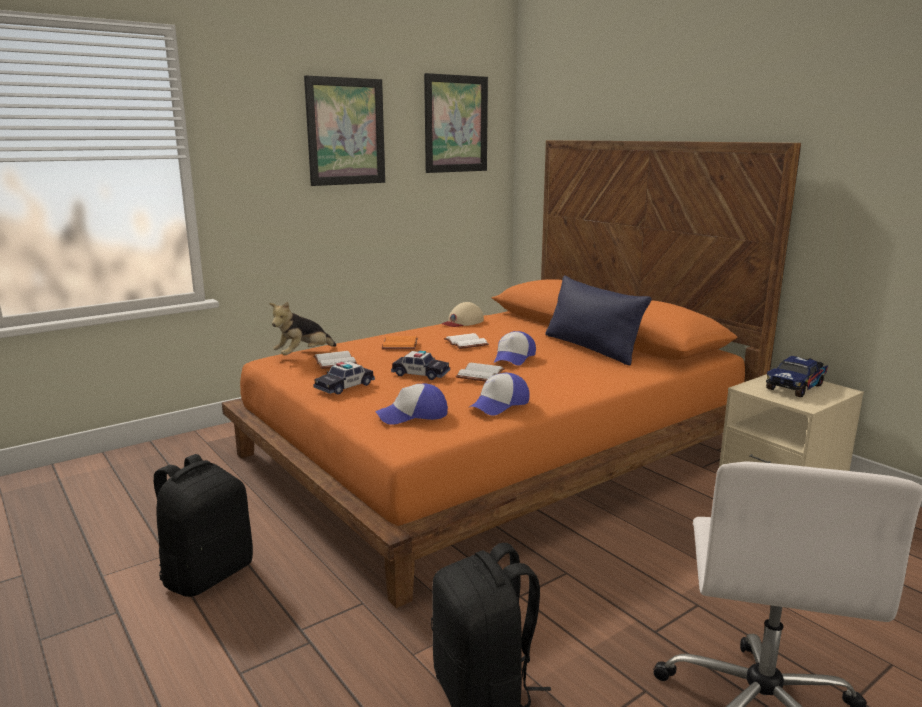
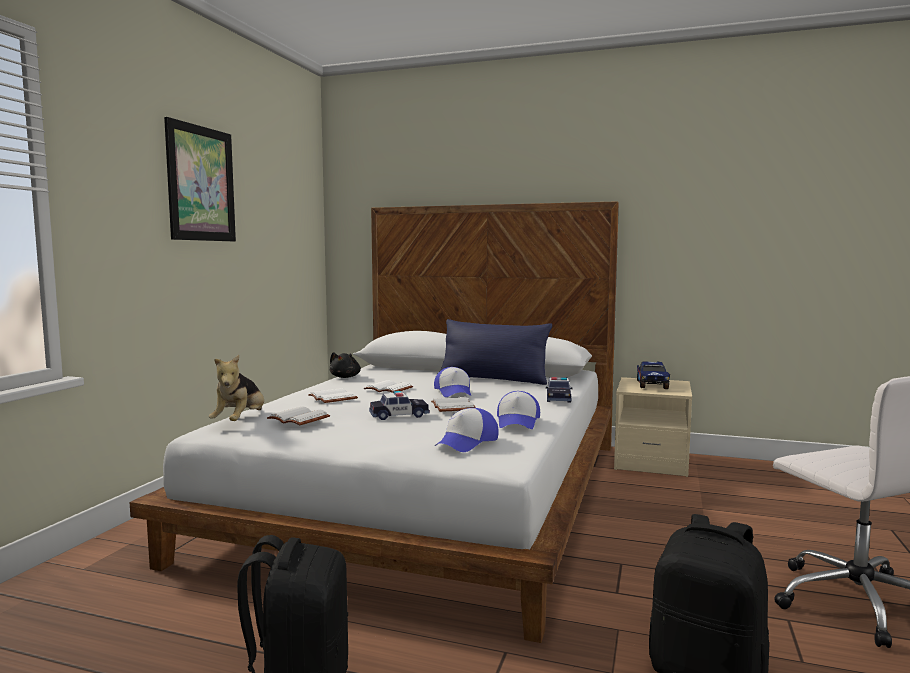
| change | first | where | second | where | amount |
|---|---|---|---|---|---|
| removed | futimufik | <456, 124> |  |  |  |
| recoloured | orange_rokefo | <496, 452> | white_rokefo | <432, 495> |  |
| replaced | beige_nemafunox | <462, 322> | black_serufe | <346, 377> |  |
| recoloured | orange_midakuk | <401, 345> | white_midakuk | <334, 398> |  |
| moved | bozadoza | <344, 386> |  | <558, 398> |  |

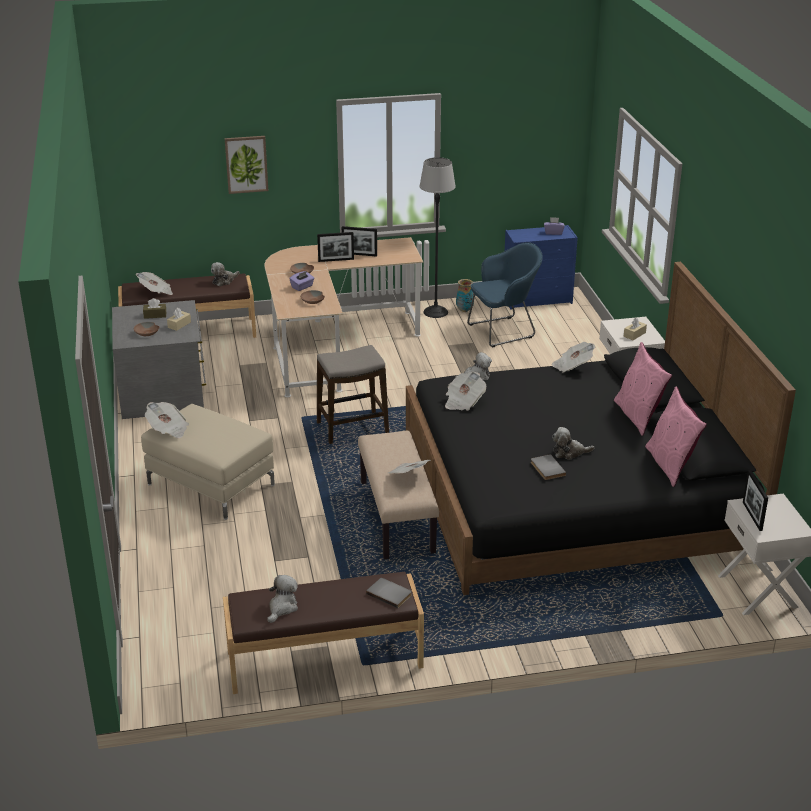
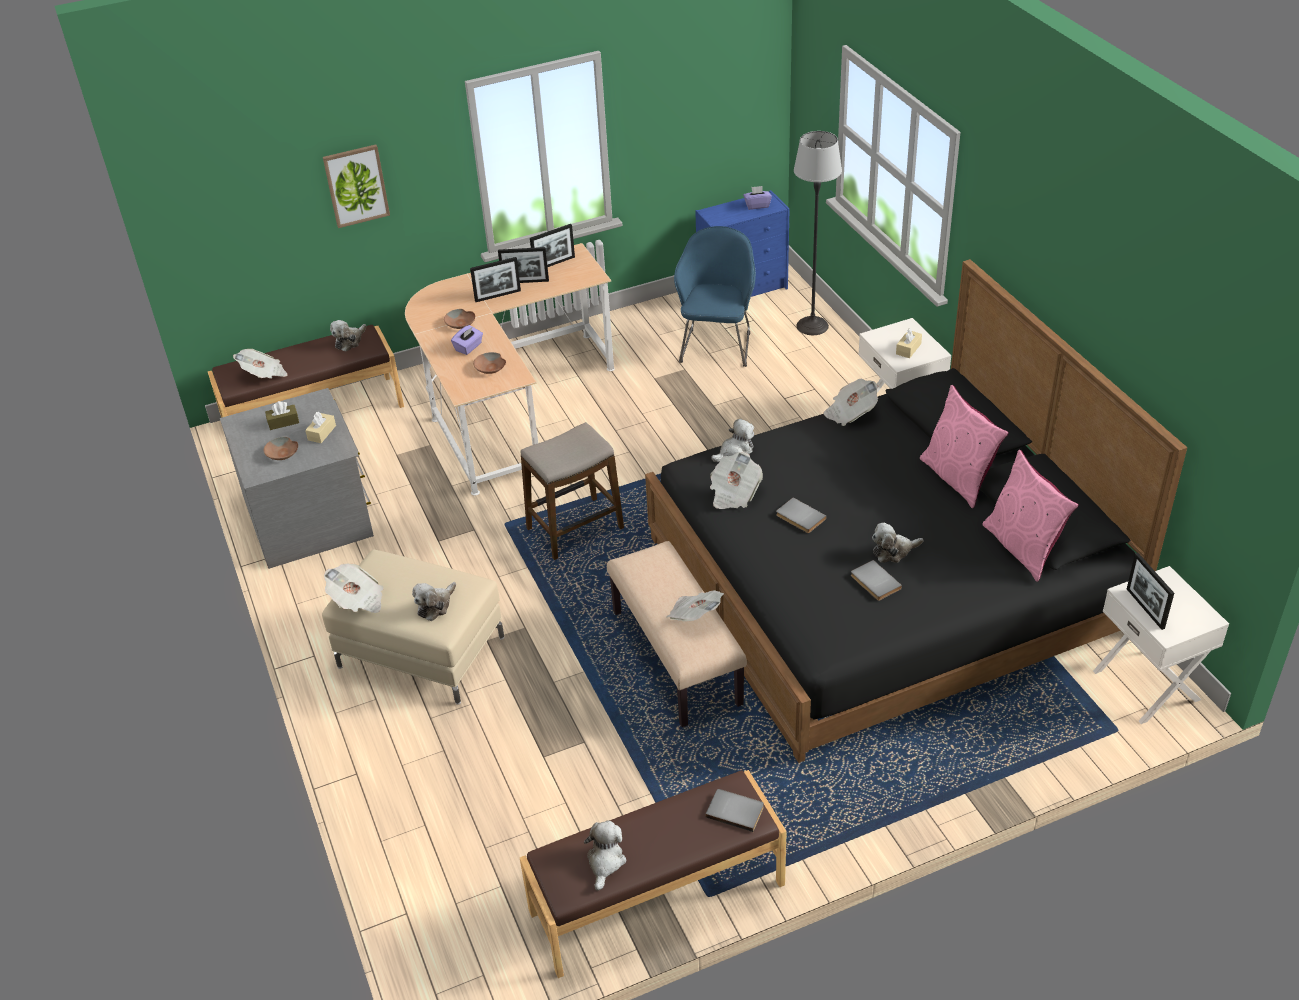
| change | first | where | second | where | amount |
|---|---|---|---|---|---|
| moved | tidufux | <435, 312> |  | <812, 326> |  |
| turned | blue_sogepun | <504, 331> |  | <717, 344> | 45 degrees counterclockwise |
| removed | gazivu | <464, 310> |  |  |  |
| added |  |  | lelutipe | <554, 264> |  |
| added |  |  | grey_midakuk | <799, 518> |  |
| added |  |  | serufe | <435, 606> |  |

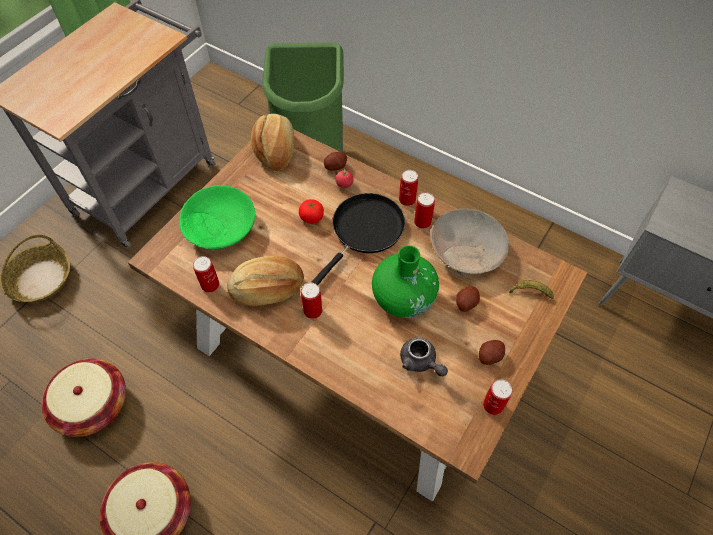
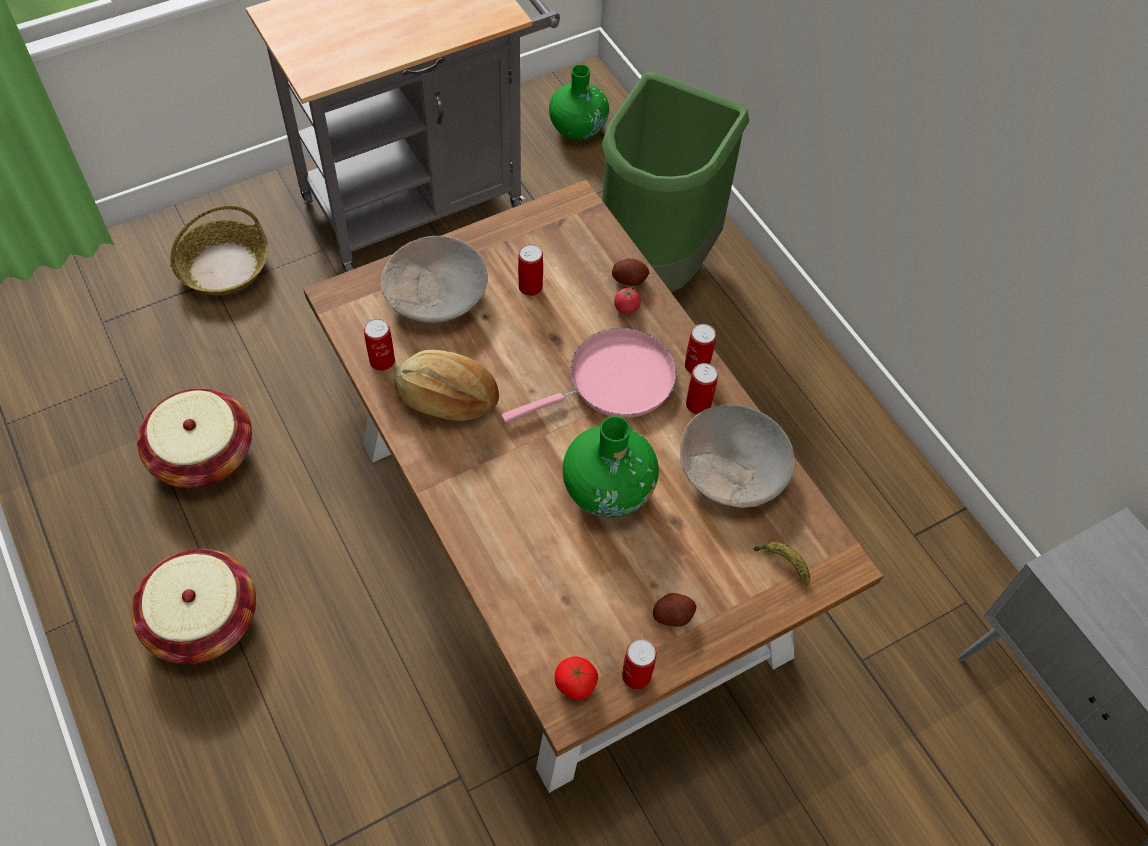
| change | first | where | second | where | amount |
|---|---|---|---|---|---|
| removed | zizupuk | <276, 150> |  |  |  |
| recoloured | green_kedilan | <221, 227> | beige_kedilan | <437, 295> |  |
| recoloured | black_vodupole | <365, 231> | pink_vodupole | <614, 381> |  |
| moved | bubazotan | <311, 217> |  | <575, 684> |  |
| moved | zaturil | <312, 310> |  | <530, 287> |  |
| removed | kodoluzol | <466, 303> |  |  |  |
| removed | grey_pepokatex | <420, 362> |  |  |  |
| added |  |  | green_gazivu | <577, 129> |  |

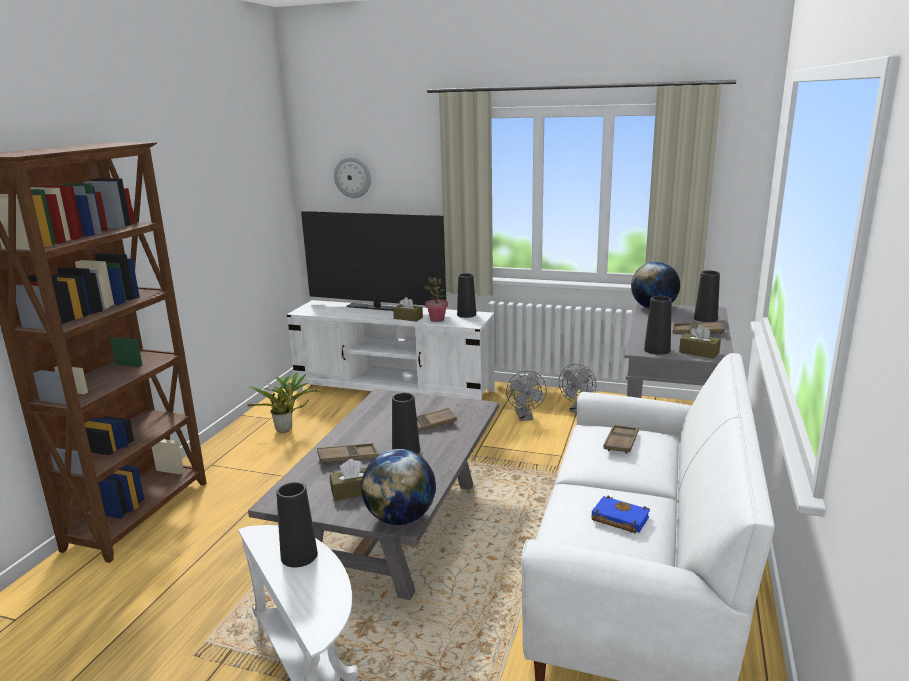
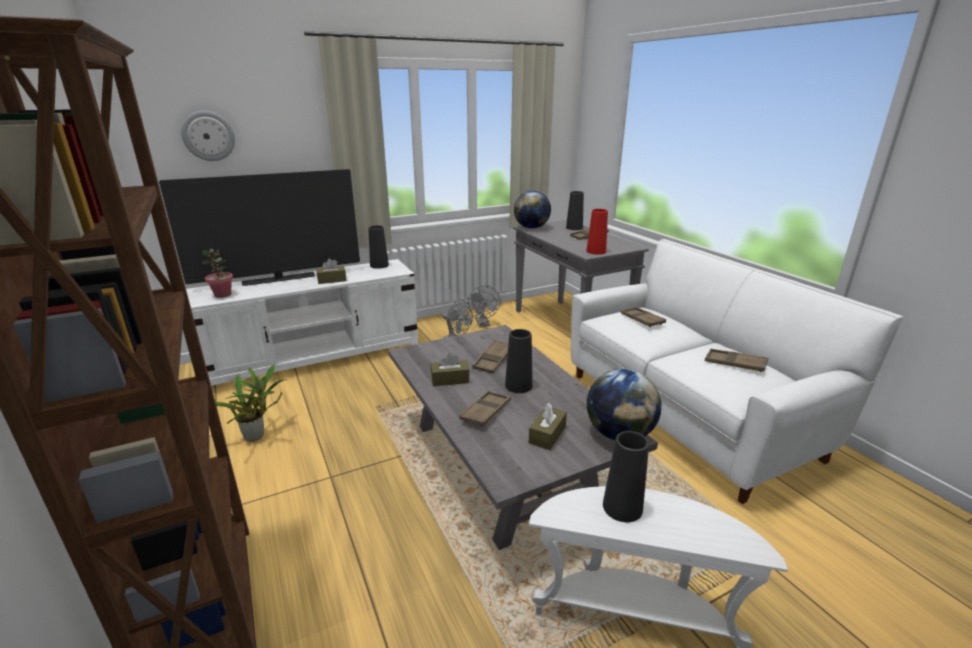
| change | first | where | second | where | amount |
|---|---|---|---|---|---|
| moved | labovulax | <437, 319> |  | <223, 295> |  |
| recoloured | black_gazivu | <657, 350> | red_gazivu | <596, 251> |  |
| moved | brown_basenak | <699, 352> |  | <450, 380> |  |
| replaced | blue_midakuk | <618, 519> | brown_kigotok | <735, 364> |  |

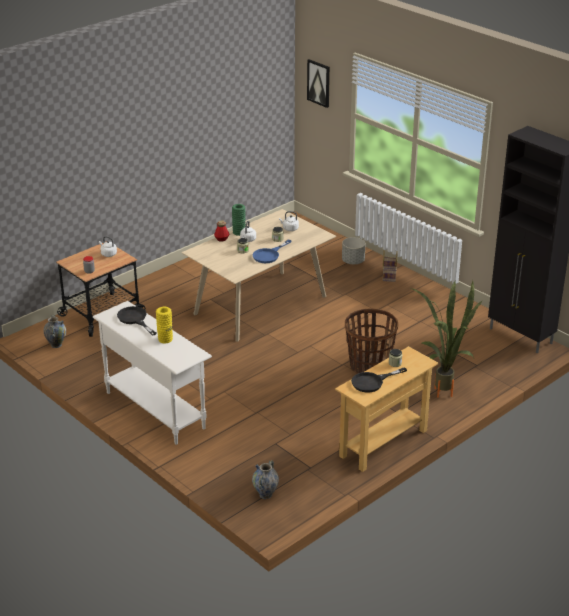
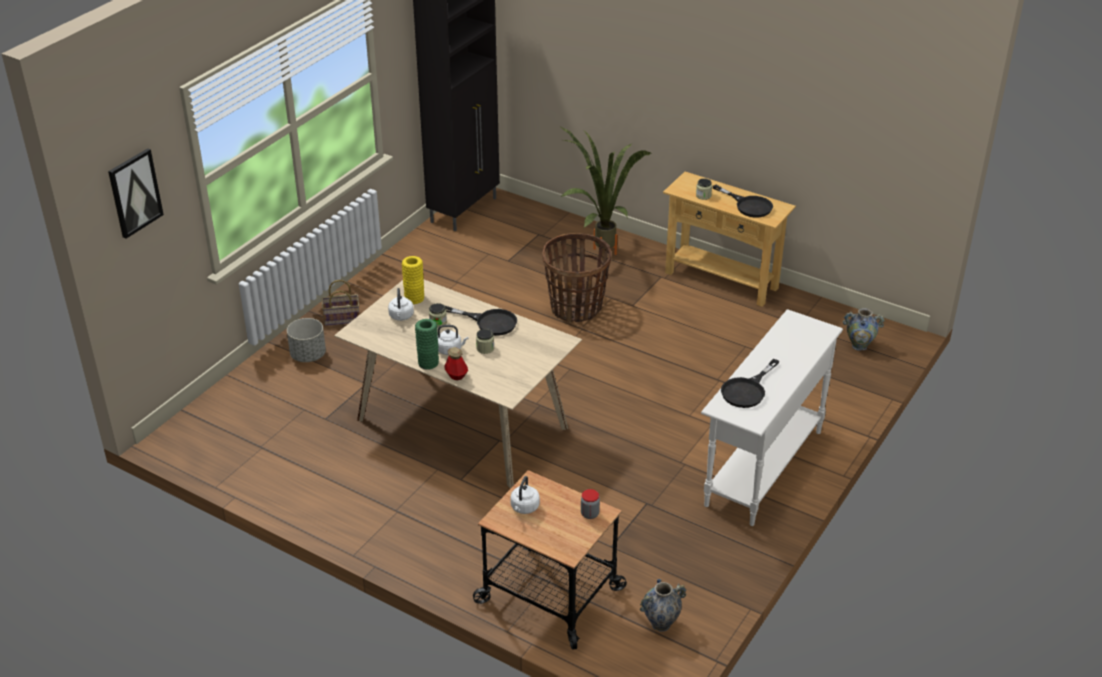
| change | first | where | second | where | amount |
|---|---|---|---|---|---|
| recoloured | blue_vodupole | <269, 255> | black_vodupole | <489, 322> |  |
| moved | yellow_gazivu | <165, 339> |  | <414, 298> |  |

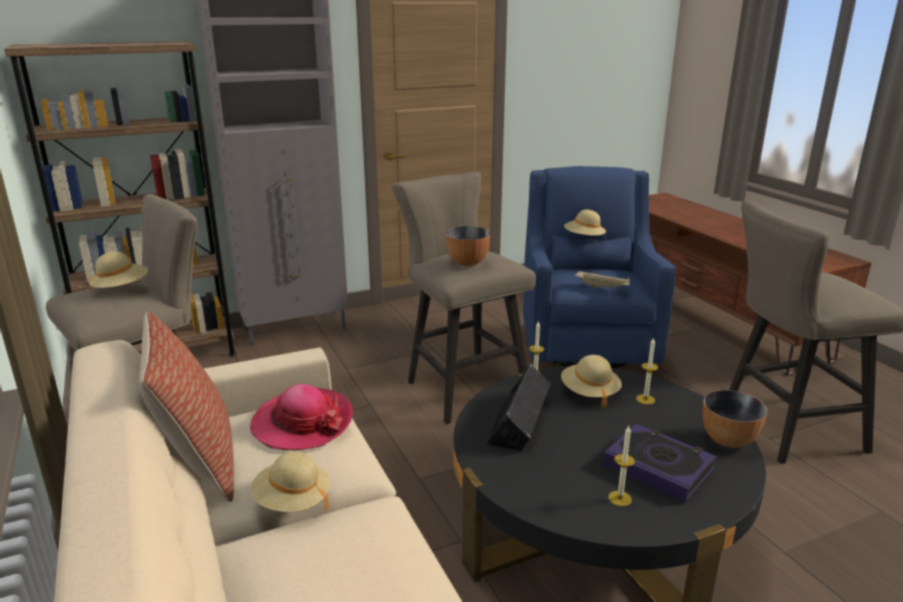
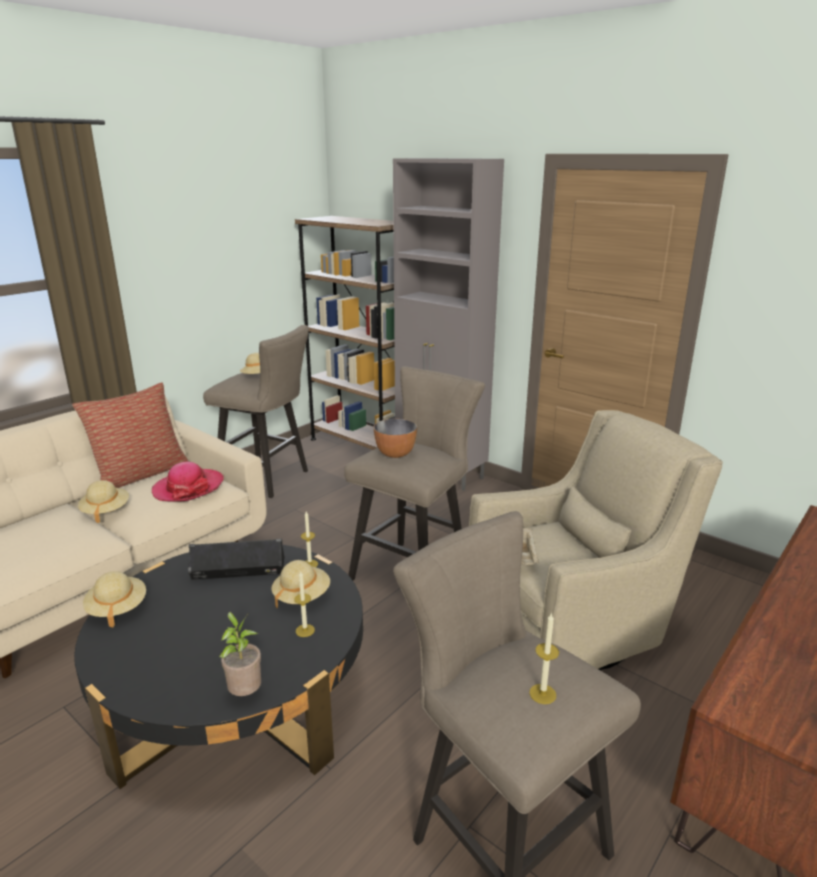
| change | first | where | second | where | amount |
|---|---|---|---|---|---|
| recoloured | blue_sogepun | <585, 343> | beige_sogepun | <574, 627> |  |
| moved | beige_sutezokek | <584, 238> |  | <117, 608> |  |
| replaced | kedilan | <728, 440> | labovulax | <245, 693> |  |
| removed | midakuk | <658, 467> |  |  |  |
| moved | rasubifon | <619, 498> |  | <542, 694> |  |

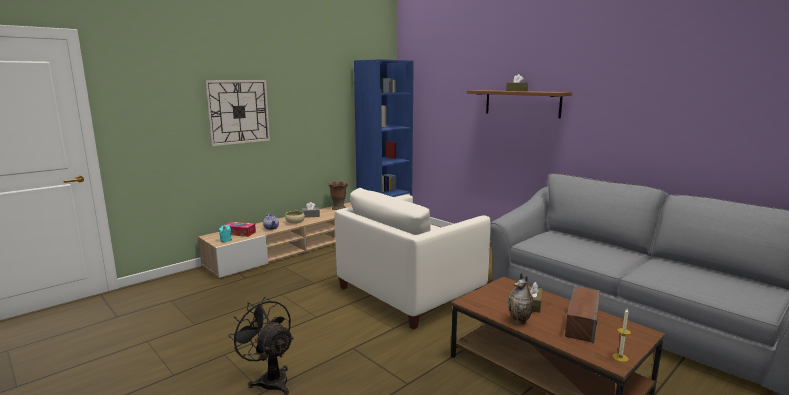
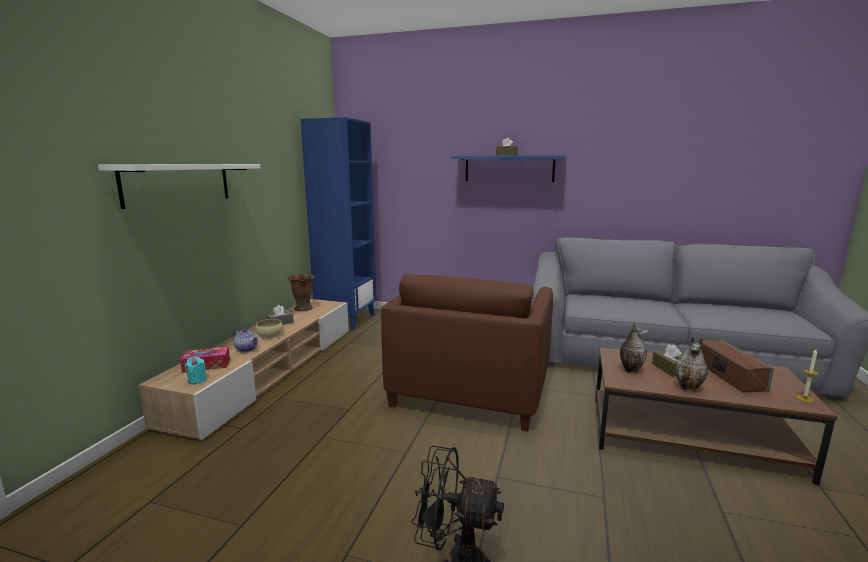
| change | first | where | second | where | amount |
|---|---|---|---|---|---|
| replaced | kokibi | <238, 112> | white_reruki | <178, 183> |  |
| recoloured | brown_reruki | <522, 103> | blue_reruki | <509, 168> |  |
| recoloured | white_sogepun | <410, 292> | brown_sogepun | <471, 390> |  |
| added |  |  | gazivu | <630, 370> |  |

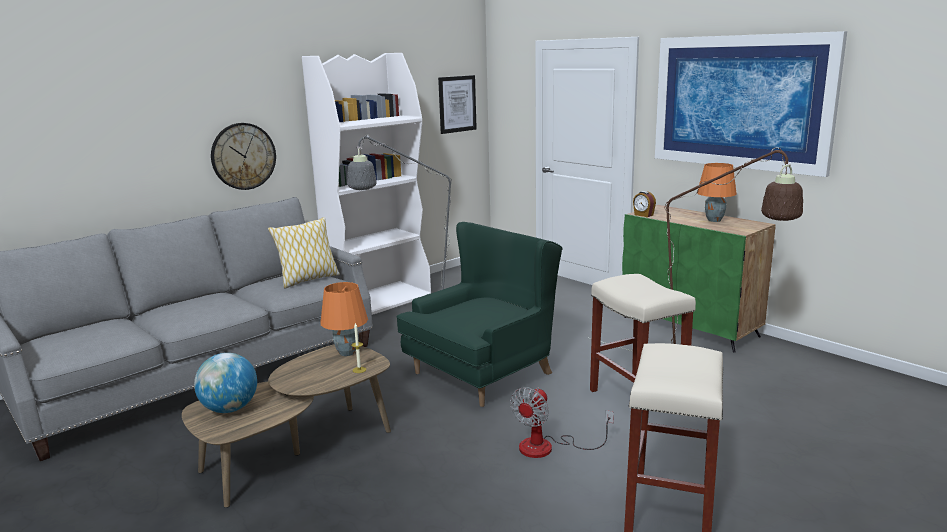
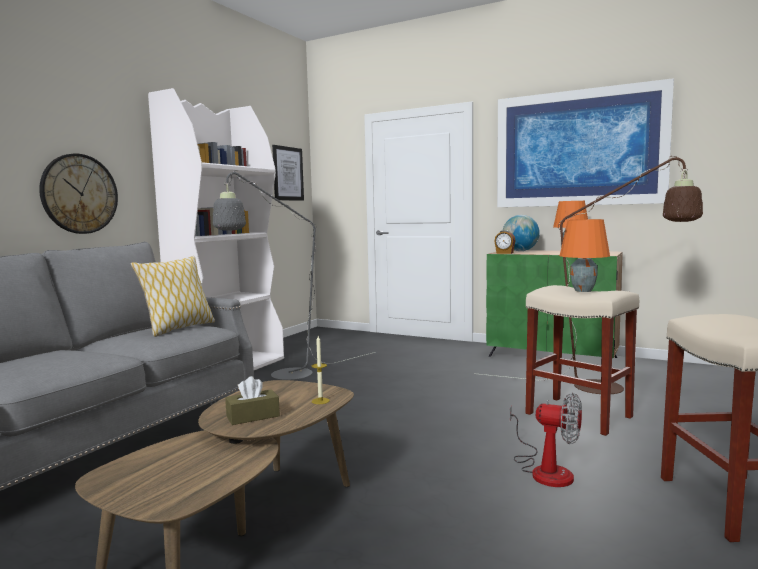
| change | first | where | second | where | amount |
|---|---|---|---|---|---|
| removed | green_sogepun | <486, 371> |  |  |  |
| moved | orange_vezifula | <347, 353> |  | <583, 291> |  |
| moved | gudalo | <230, 409> |  | <520, 251> |  |
| turned | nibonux | <548, 447> |  | <545, 470> | 75 degrees counterclockwise |
| added |  |  | brown_basenak | <253, 416> |  |

